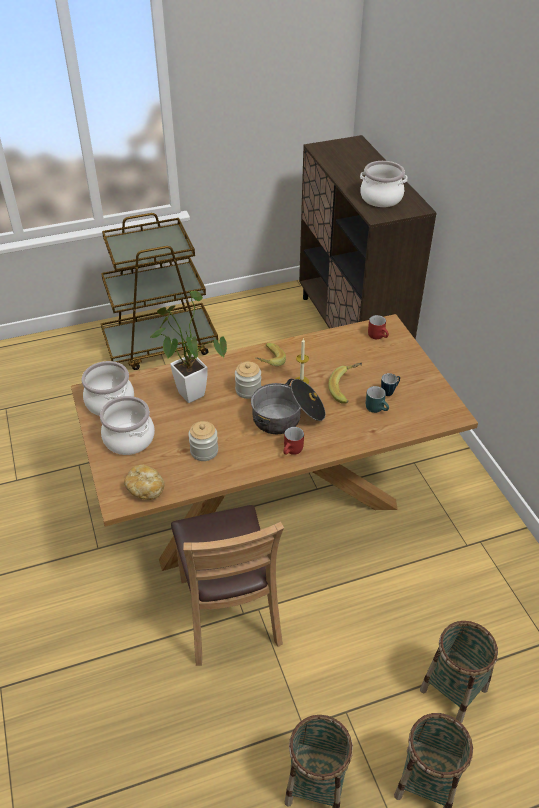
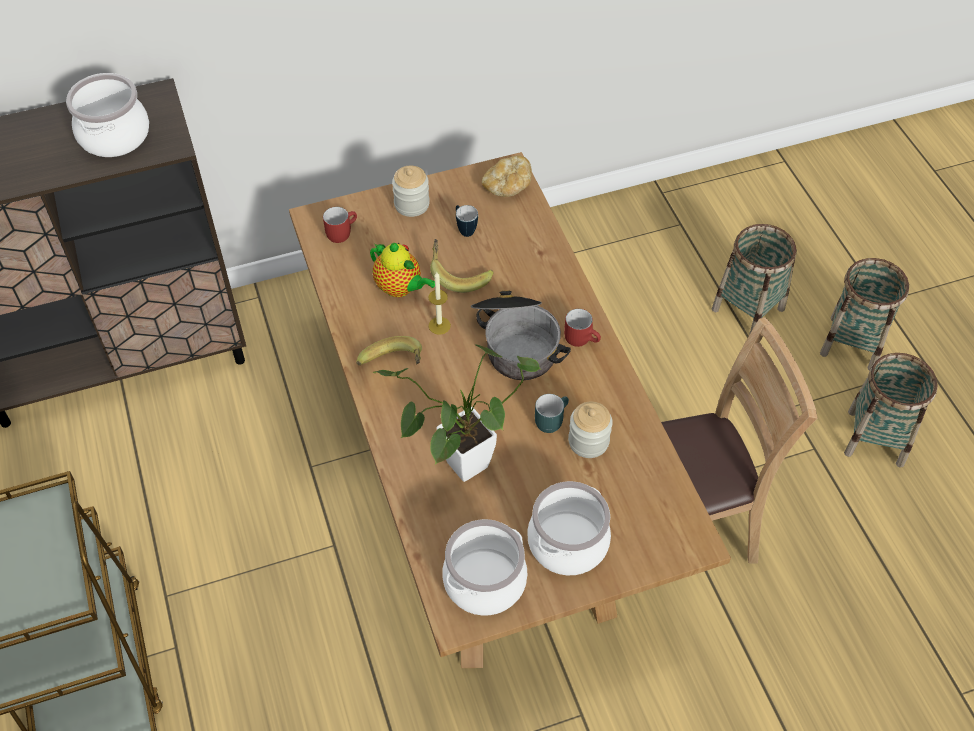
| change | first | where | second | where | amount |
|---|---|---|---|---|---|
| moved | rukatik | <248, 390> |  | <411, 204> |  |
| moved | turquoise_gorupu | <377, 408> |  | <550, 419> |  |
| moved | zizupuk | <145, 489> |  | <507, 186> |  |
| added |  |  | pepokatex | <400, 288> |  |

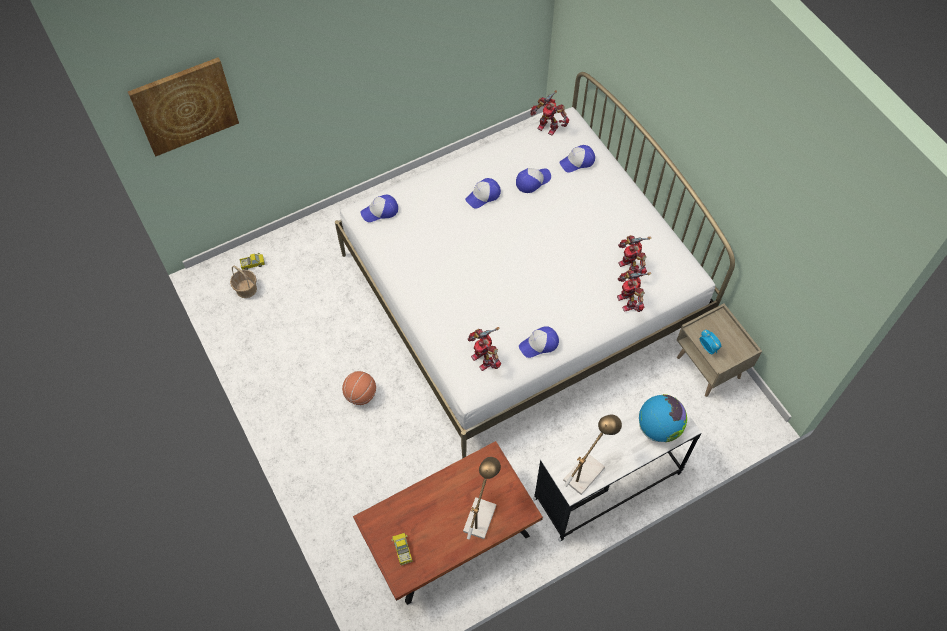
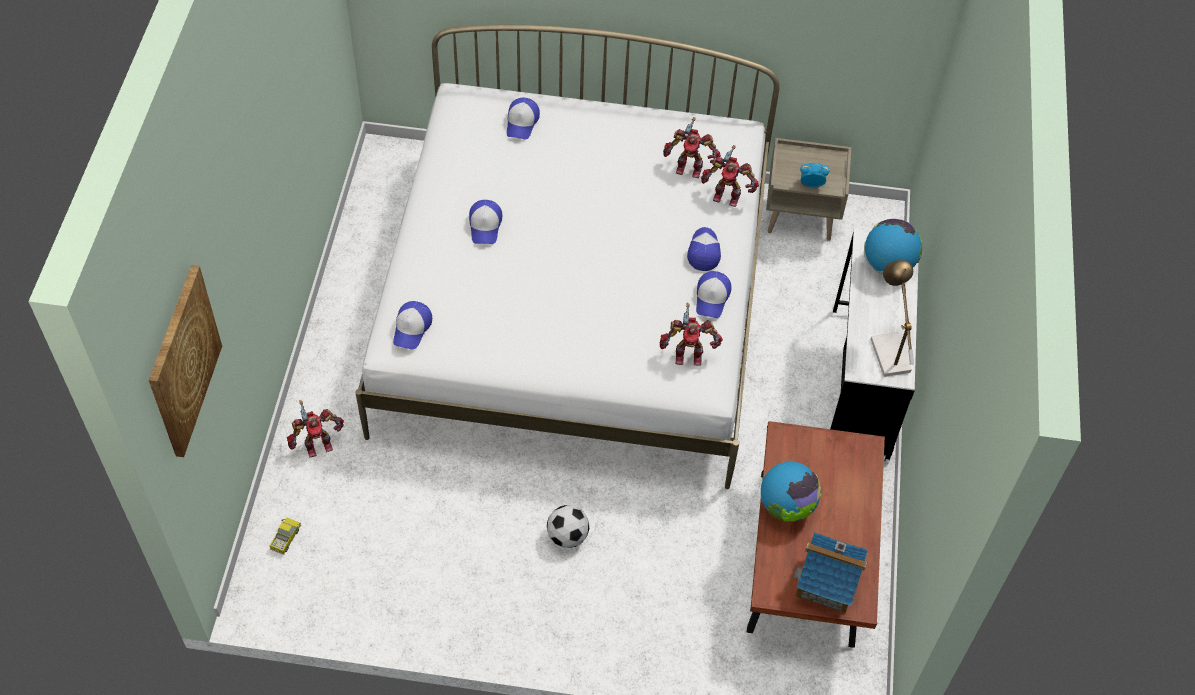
| change | first | where | second | where | amount |
|---|---|---|---|---|---|
| moved | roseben | <548, 126> |  | <317, 444> |  |
| moved | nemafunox | <532, 181> |  | <703, 251> |  |
| removed | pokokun | <246, 289> |  |  |  |
| replaced | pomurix | <360, 395> | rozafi | <567, 536> |  |
| removed | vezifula | <481, 513> |  |  |  |
| replaced | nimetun | <402, 550> | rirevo | <827, 583> |  |
| added |  |  | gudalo | <786, 506> |  |

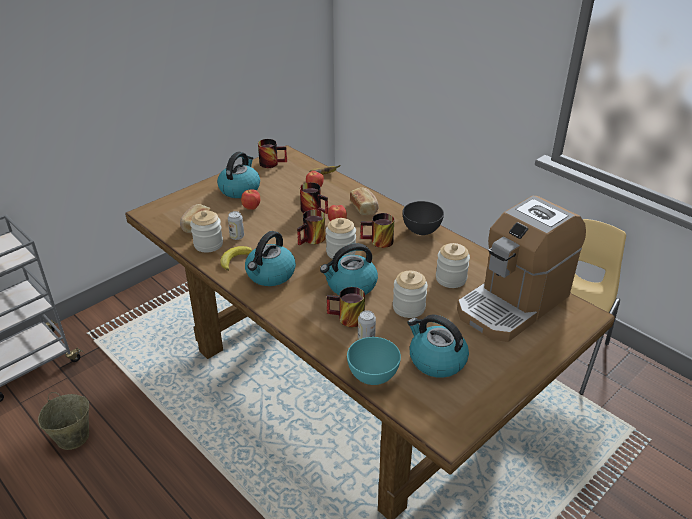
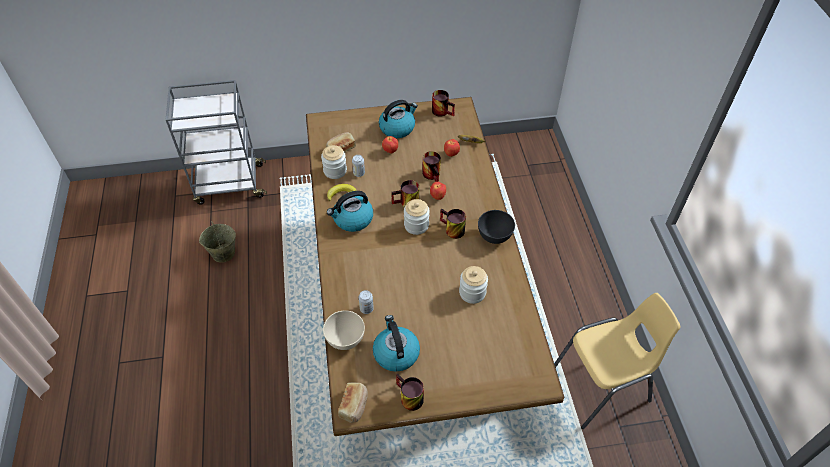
| change | first | where | second | where | amount |
|---|---|---|---|---|---|
| moved | zizupuk | <364, 207> |  | <354, 405> |  |
| removed | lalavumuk | <513, 303> |  |  |  |
| removed | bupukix | <350, 285> |  |  |  |
| removed | rukatik | <408, 307> |  |  |  |
| moved | gorupu | <346, 319> |  | <407, 398> |  |
| recoloured | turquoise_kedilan | <372, 375> | beige_kedilan | <345, 339> |  |

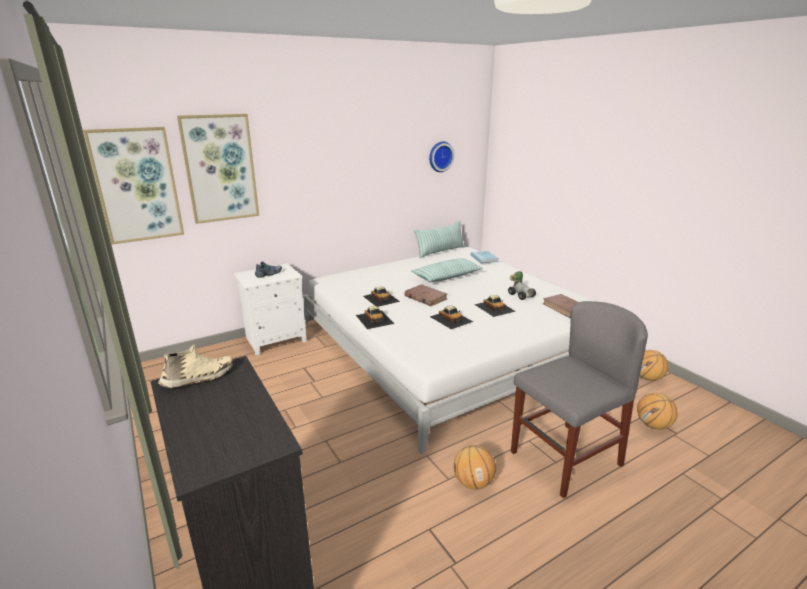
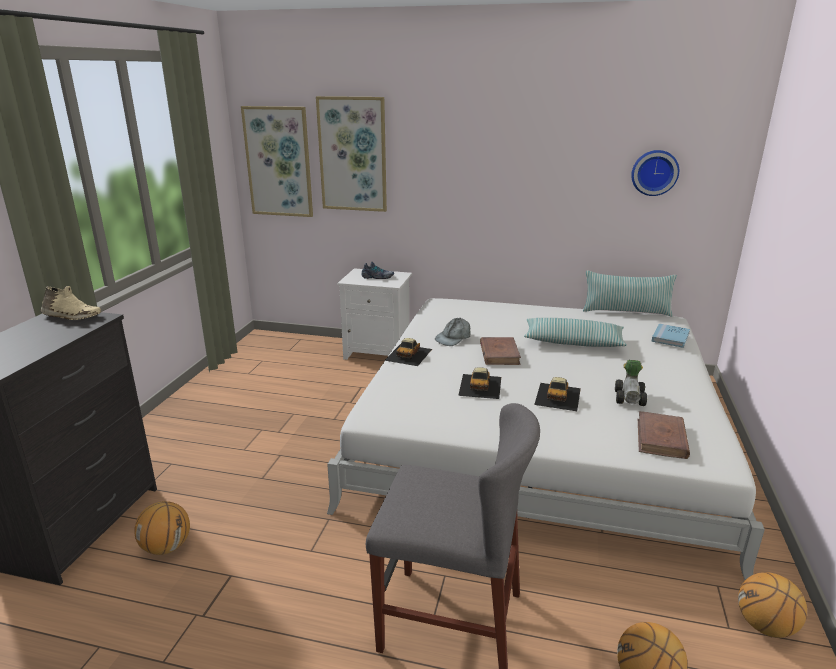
| change | first | where | second | where | amount |
|---|---|---|---|---|---|
| replaced | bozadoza | <381, 298> | grey_nemafunox | <453, 337> |  |
| moved | pomurix | <473, 482> |  | <167, 547> |  |

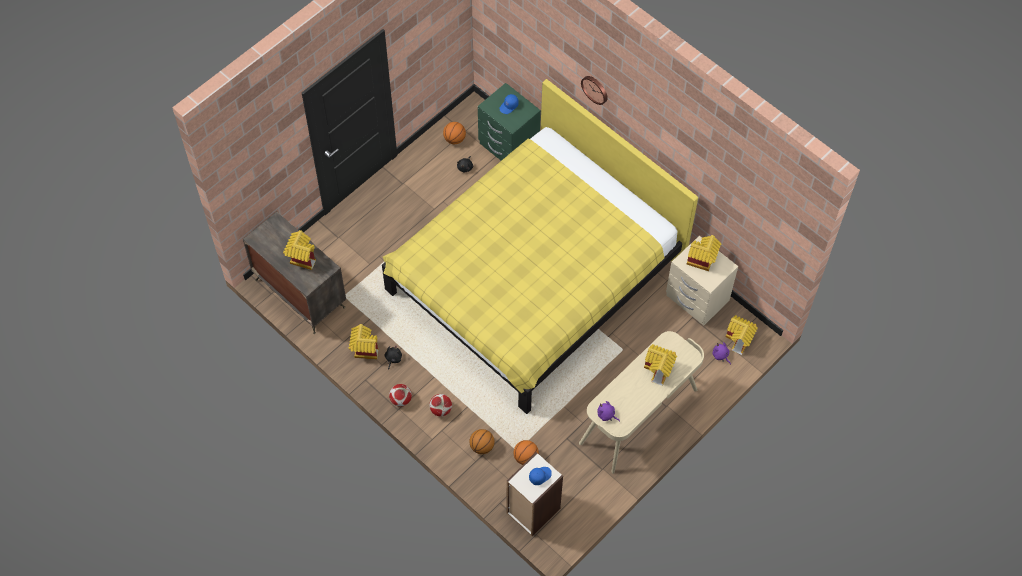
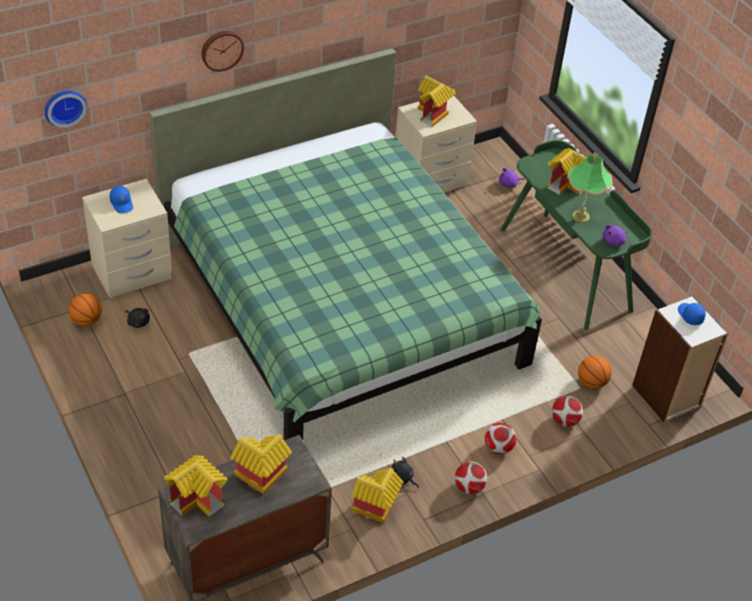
| change | first | where | second | where | amount |
|---|---|---|---|---|---|
| recoloured | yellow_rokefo | <533, 277> | green_rokefo | <339, 304> |  |
| recoloured | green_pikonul | <508, 146> | beige_pikonul | <132, 273> |  |
| moved | rirevo | <739, 341> |  | <199, 499> |  |
| recoloured | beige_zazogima | <639, 417> | green_zazogima | <566, 268> |  |
| replaced | pomurix | <481, 446> | rozafi | <564, 421> |  |
| added |  |  | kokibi | <64, 106> |  |
| added |  |  | vezifula | <580, 216> |  |

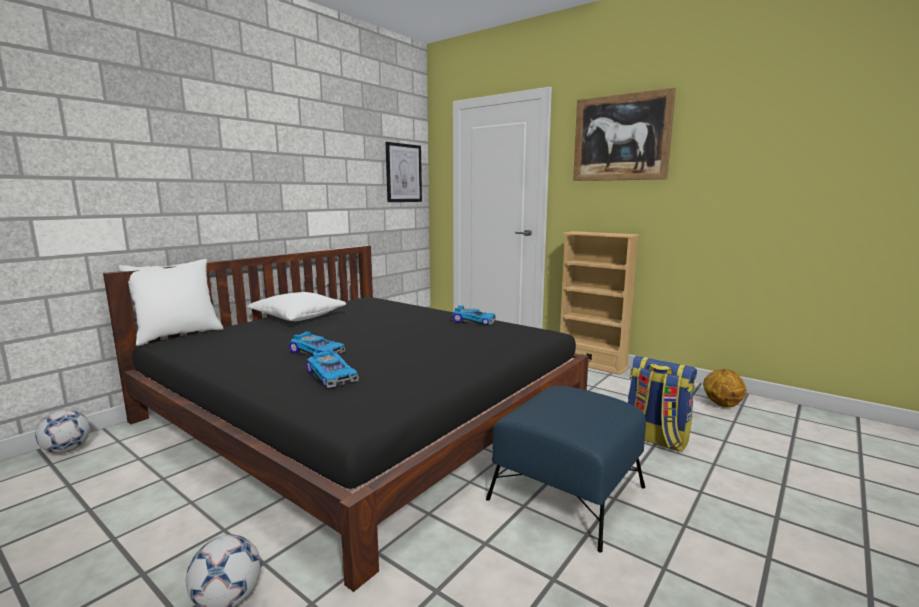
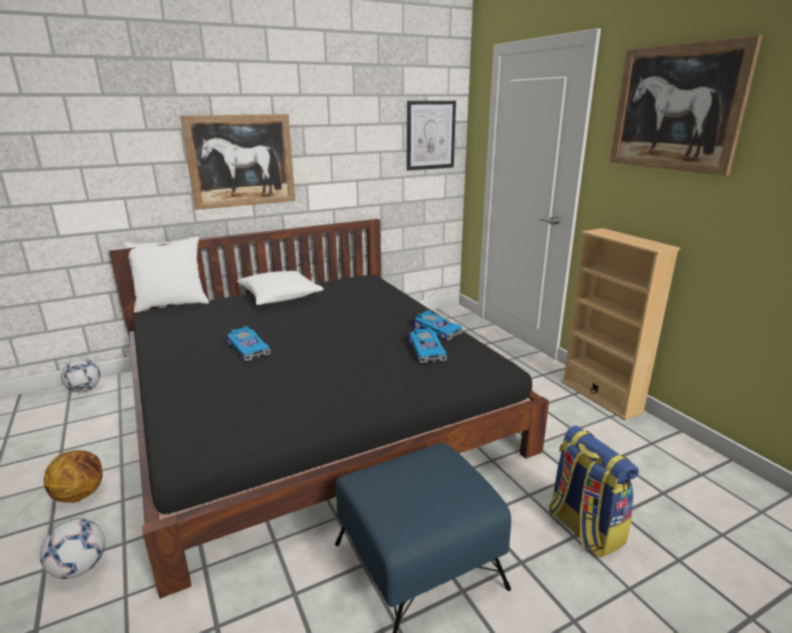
| change | first | where | second | where | amount |
|---|---|---|---|---|---|
| moved | bozadoza | <333, 375> |  | <428, 351> |  |
| moved | pomurix | <721, 404> |  | <81, 494> |  |
| added |  |  | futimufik | <241, 161> |  |

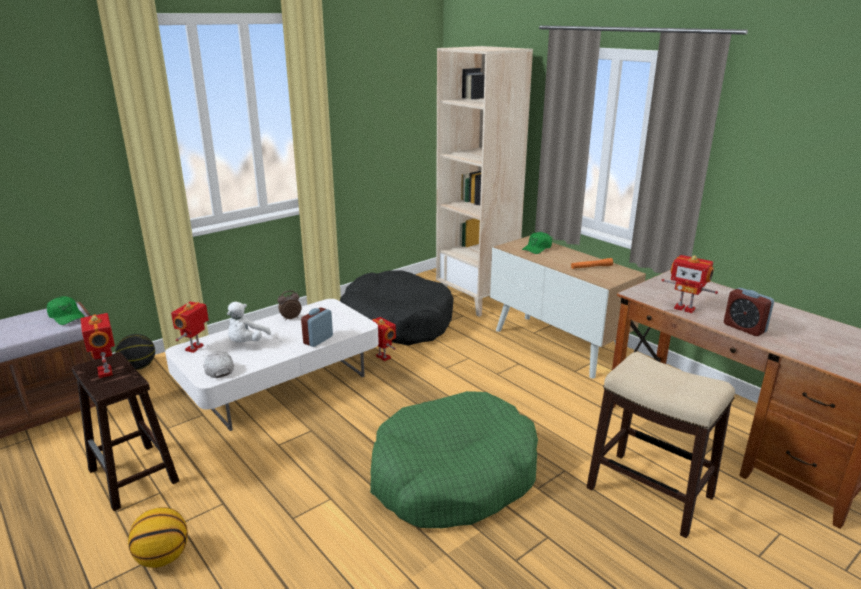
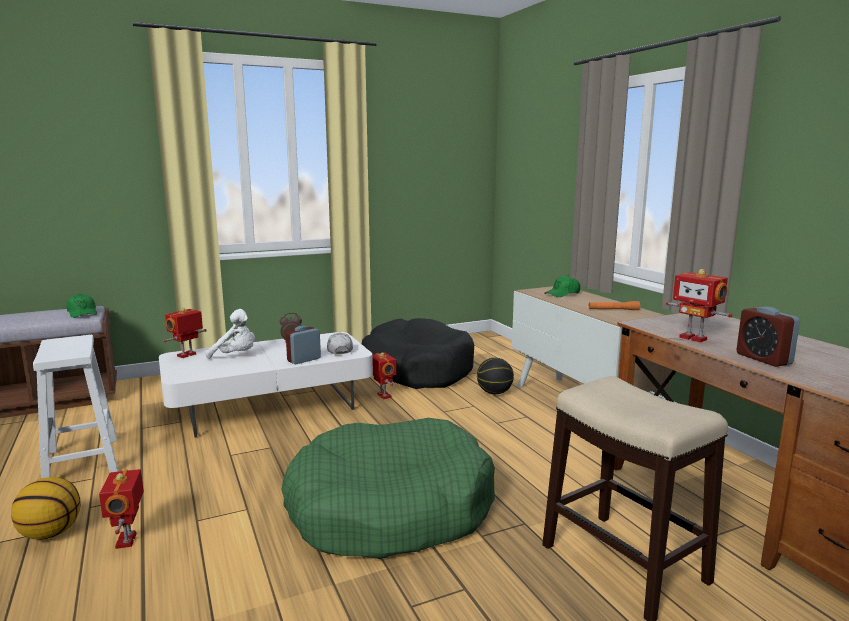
| change | first | where | second | where | amount |
|---|---|---|---|---|---|
| removed | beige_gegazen | <477, 300> |  |  |  |
| turned | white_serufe | <246, 343> |  | <236, 356> | 105 degrees counterclockwise |
| moved | roseben | <106, 371> |  | <128, 540> |  |
| moved | pomurix | <138, 367> |  | <494, 392> |  |
| moved | white_nemafunox | <218, 369> |  | <339, 350> |  |
| recoloured | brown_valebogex | <134, 476> | white_valebogex | <82, 461> |  |

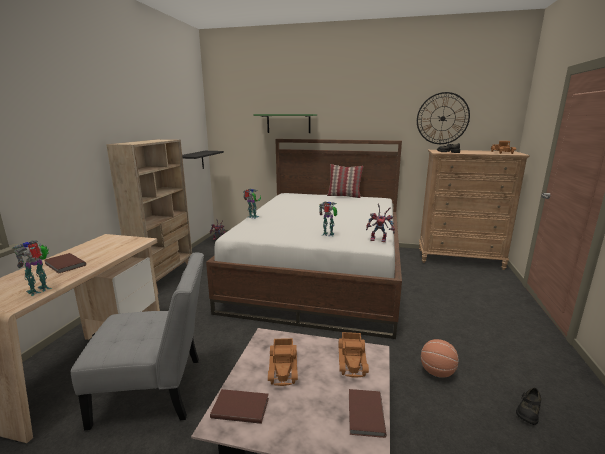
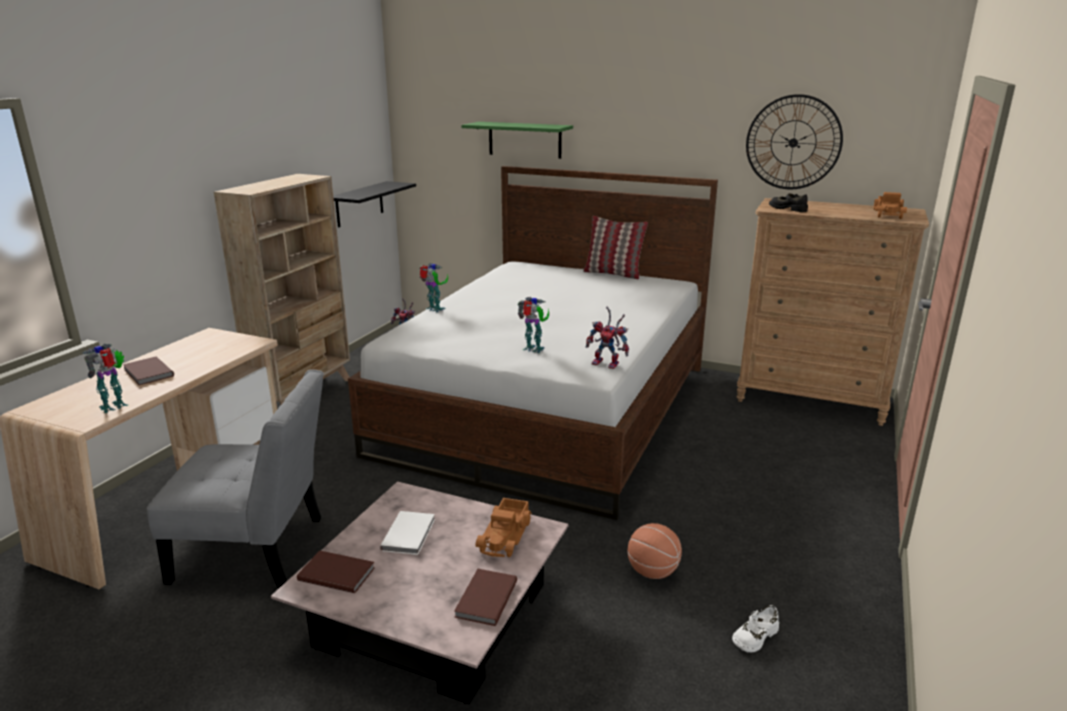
| change | first | where | second | where | amount |
|---|---|---|---|---|---|
| replaced | nimetun | <284, 367> | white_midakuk | <410, 534> |  |
| recoloured | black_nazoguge | <528, 411> | white_nazoguge | <754, 636> |  |

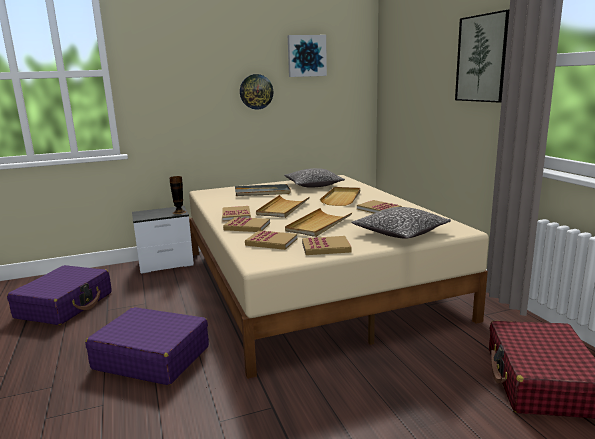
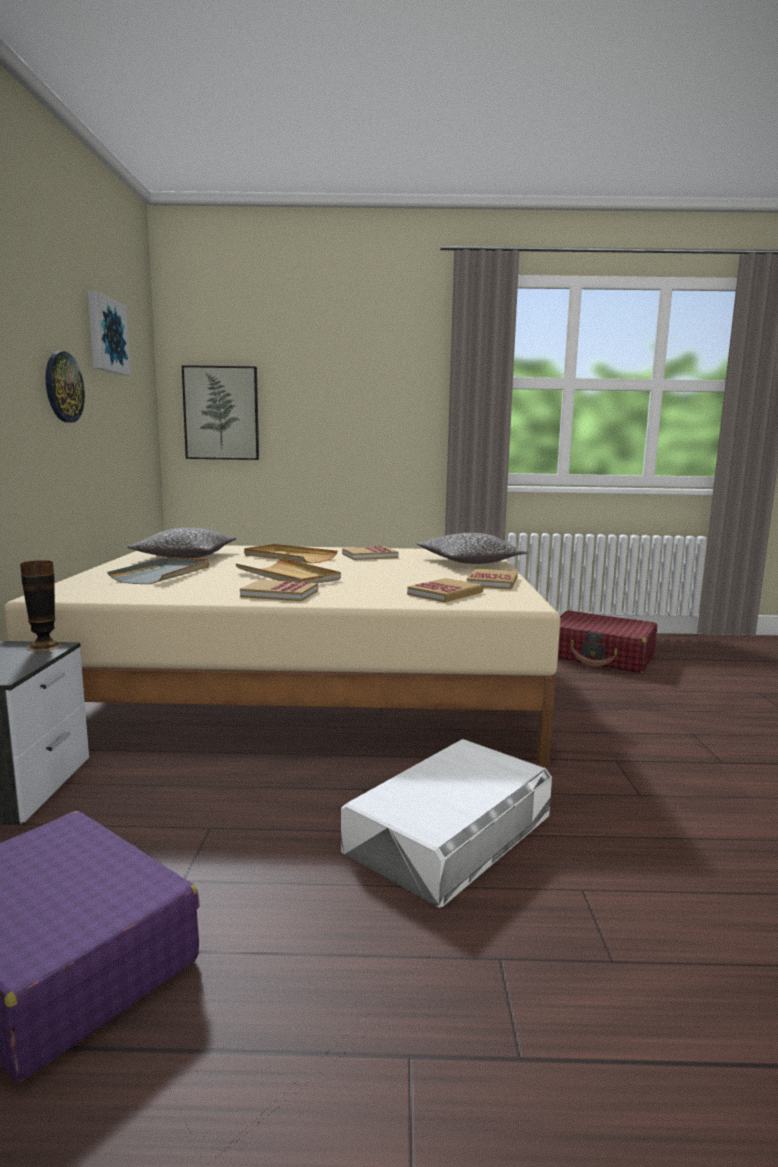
| change | first | where | second | where | amount |
|---|---|---|---|---|---|
| moved | futimufik | <483, 58> |  | <221, 413> |  |
| removed | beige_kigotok | <318, 225> |  |  |  |
| removed | midakuk | <247, 226> |  |  |  |
| replaced | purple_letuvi | <151, 357> | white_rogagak | <450, 833> |  |

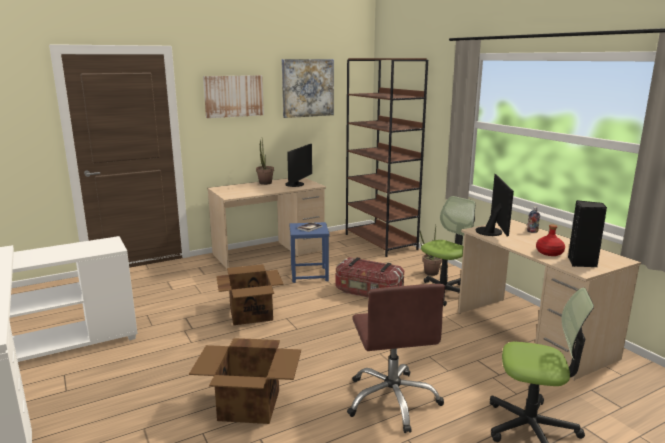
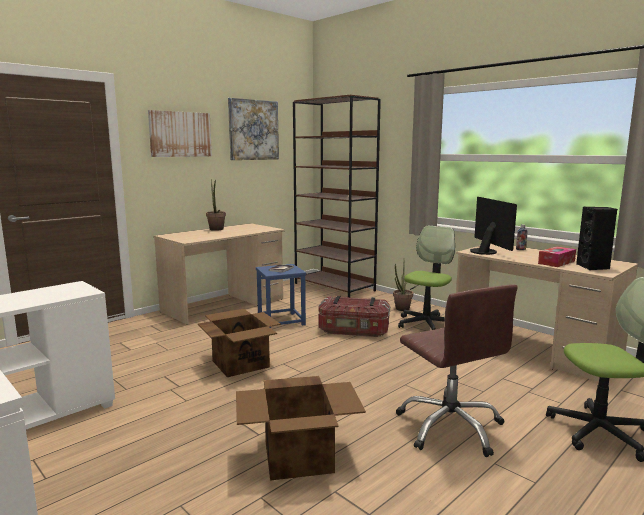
| change | first | where | second | where | amount |
|---|---|---|---|---|---|
| removed | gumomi | <296, 184> |  |  |  |
| replaced | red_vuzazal | <549, 253> | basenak | <556, 262> |  |

